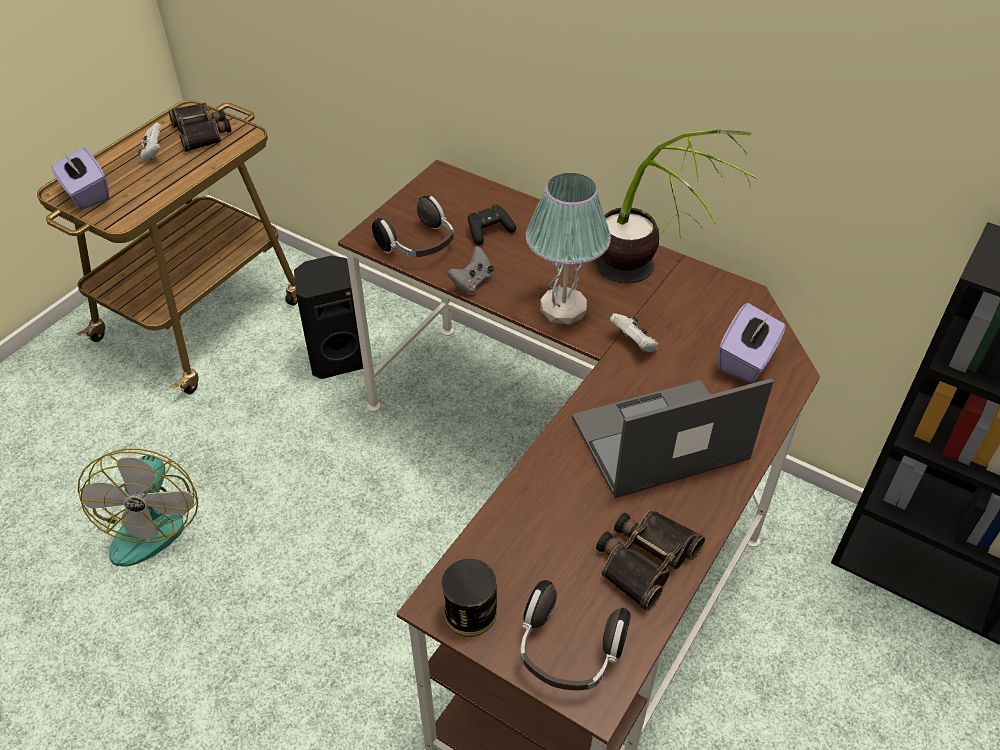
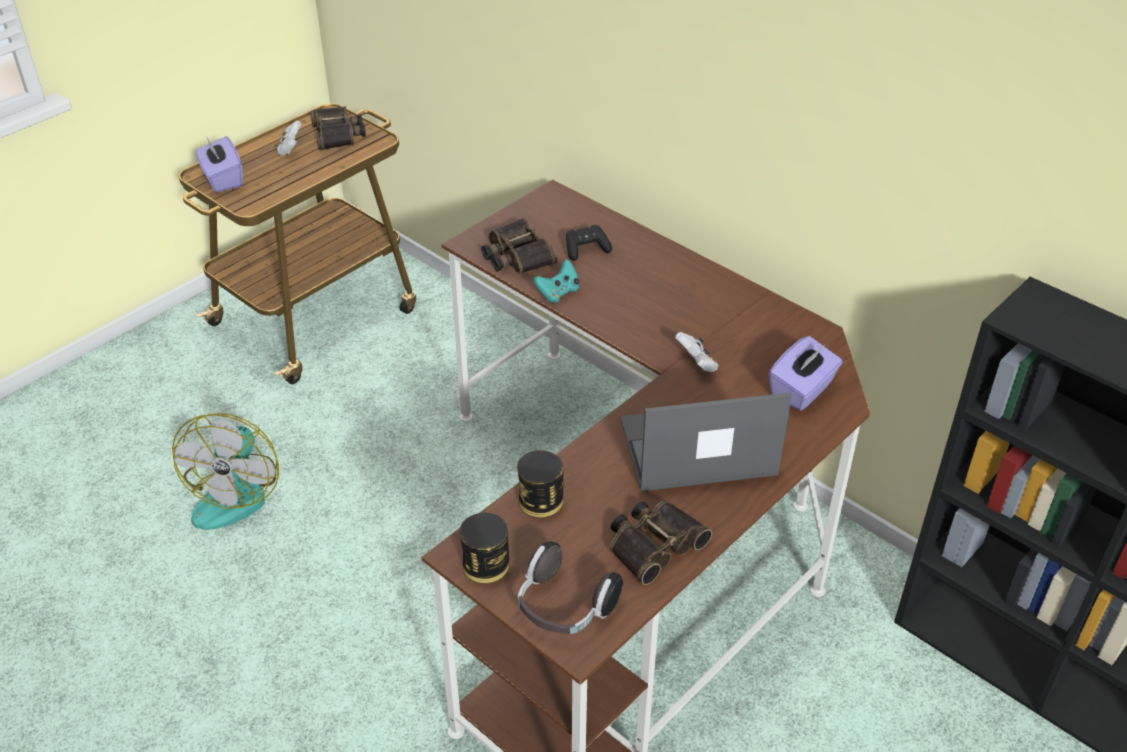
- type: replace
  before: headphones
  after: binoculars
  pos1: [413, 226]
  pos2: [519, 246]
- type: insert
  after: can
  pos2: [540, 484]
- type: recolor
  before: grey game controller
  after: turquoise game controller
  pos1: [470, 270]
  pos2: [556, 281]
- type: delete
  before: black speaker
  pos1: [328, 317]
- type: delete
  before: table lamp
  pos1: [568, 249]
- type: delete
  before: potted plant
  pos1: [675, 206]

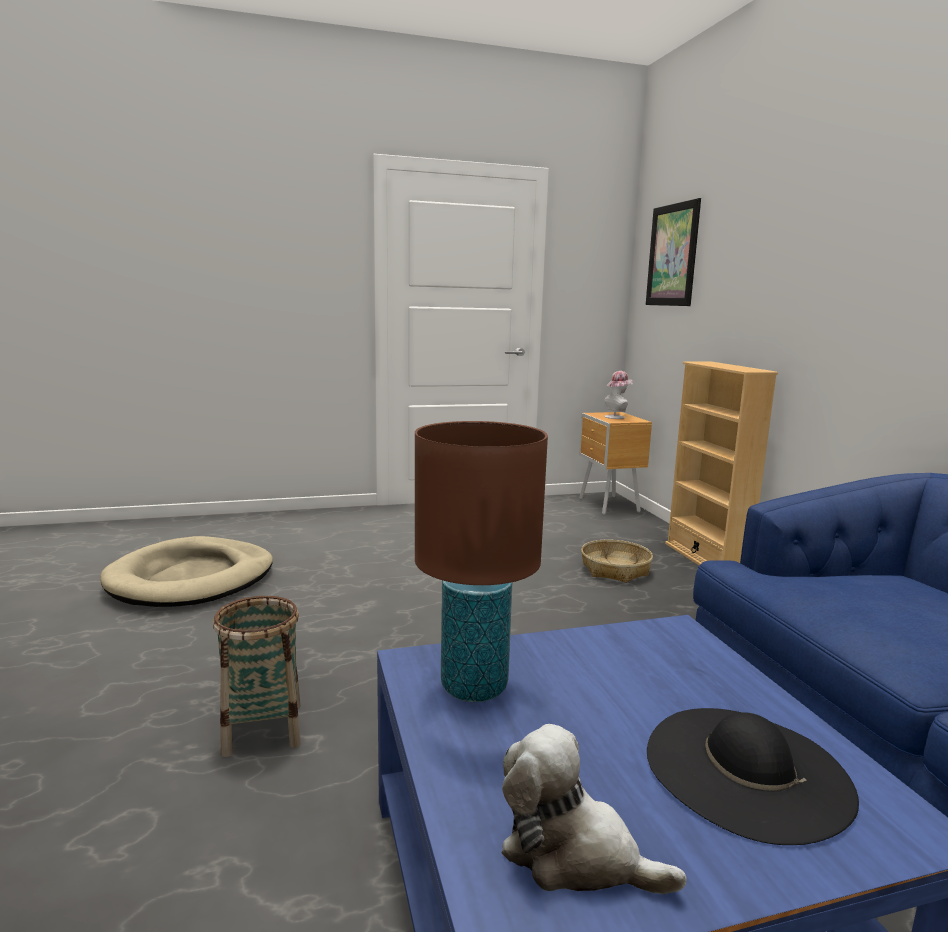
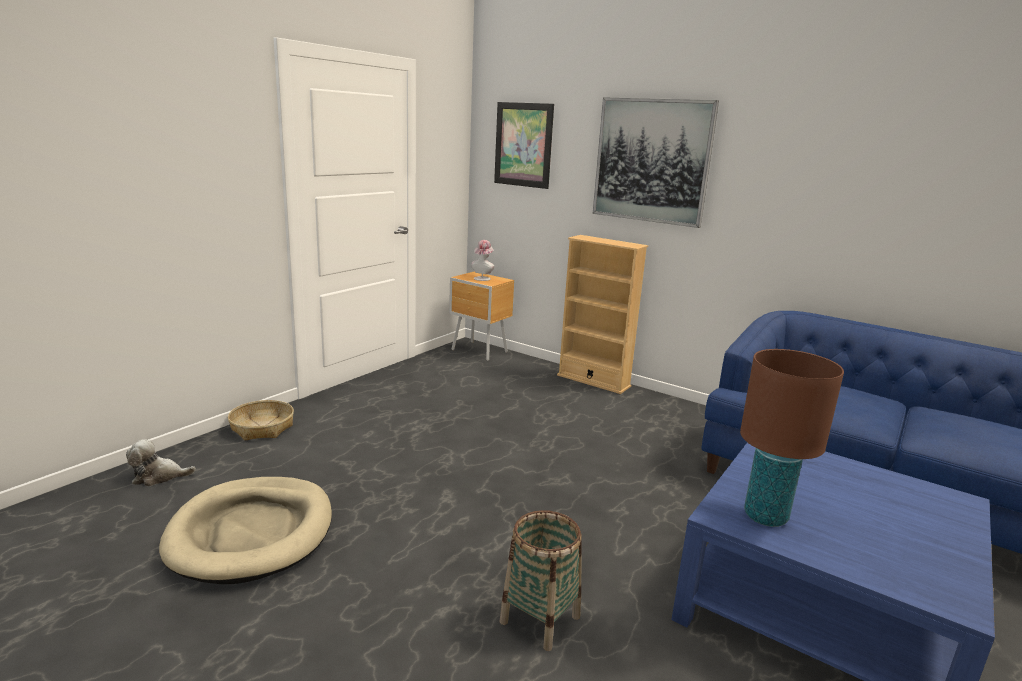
- type: move
  before: plush toy
  pos1: [594, 809]
  pos2: [161, 462]
- type: move
  before: basket
  pos1: [617, 561]
  pos2: [261, 420]
- type: insert
  after: picture
  pos2: [656, 162]
- type: delete
  before: black hat
  pos1: [753, 776]

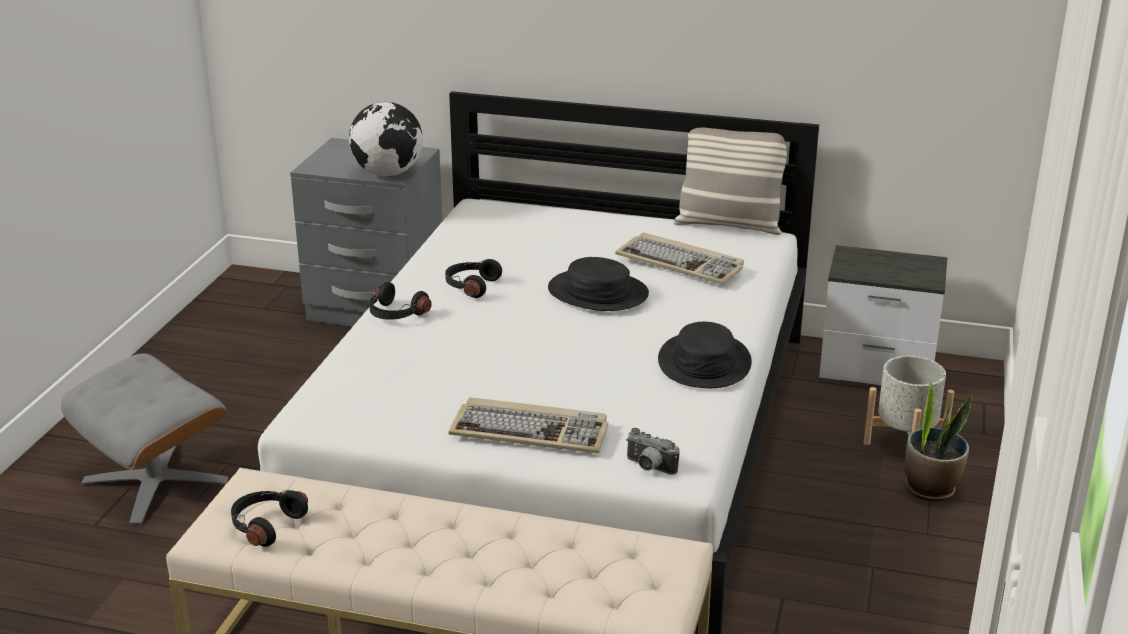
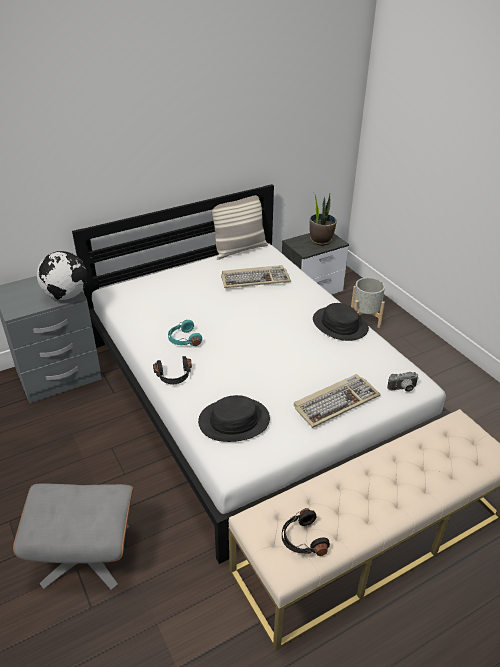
- type: recolor
  before: black headphones
  after: turquoise headphones
  pos1: [473, 278]
  pos2: [185, 333]
- type: move
  before: black hat
  pos1: [598, 284]
  pos2: [234, 418]
- type: move
  before: potted plant
  pos1: [938, 440]
  pos2: [323, 219]

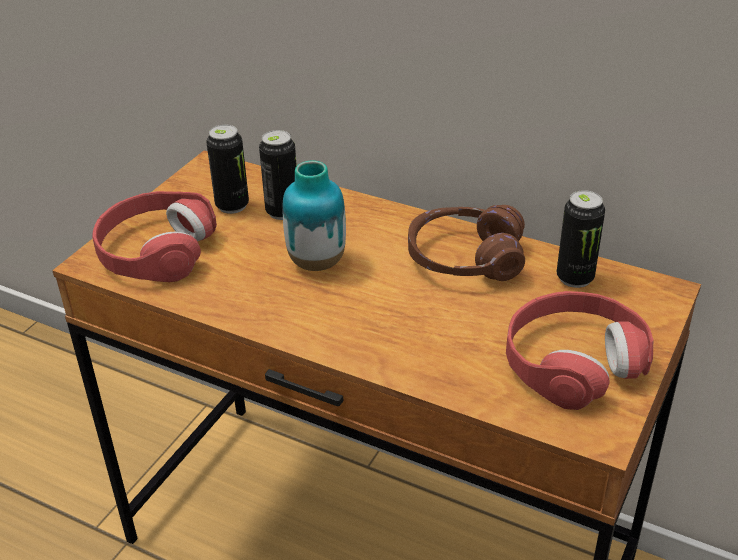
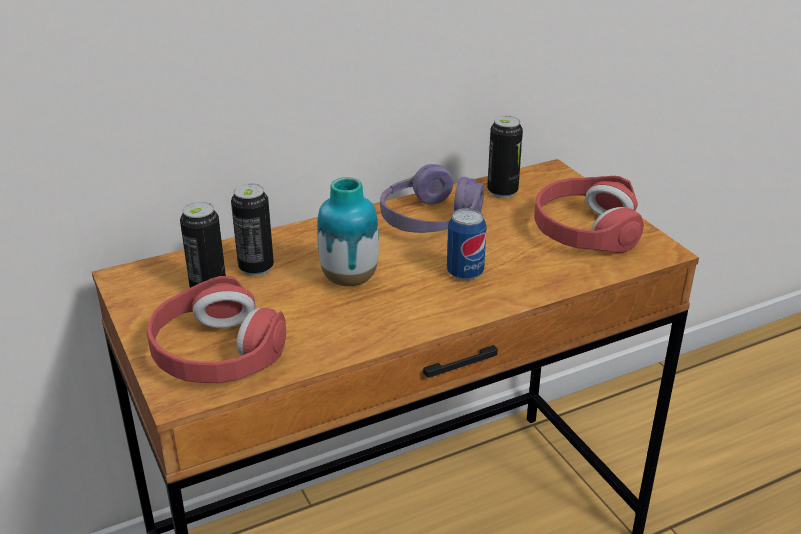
- type: recolor
  before: brown headphones
  after: purple headphones
  pos1: [466, 243]
  pos2: [432, 198]
- type: insert
  after: can
  pos2: [467, 244]

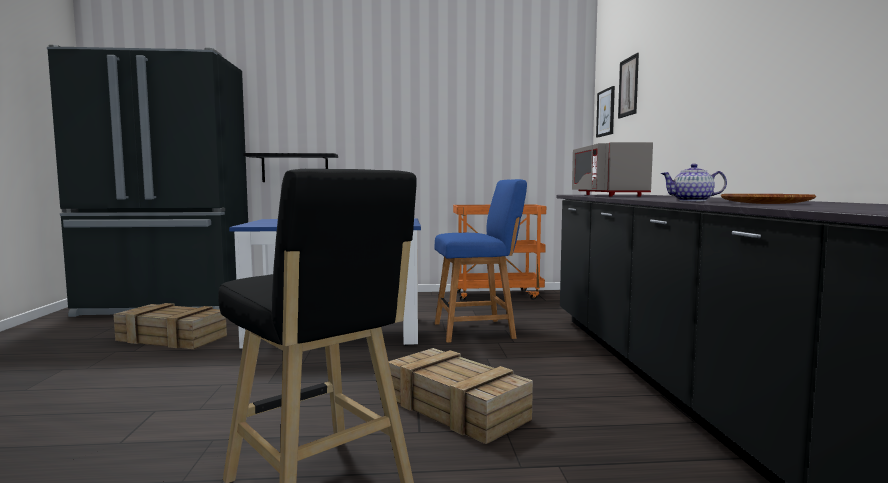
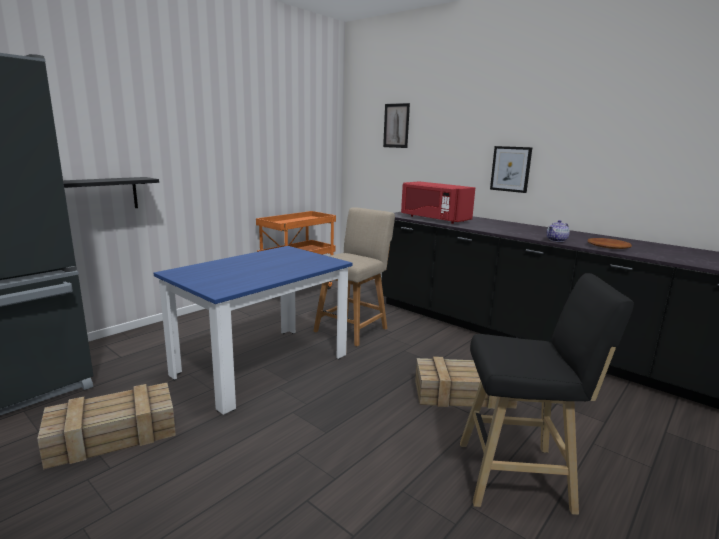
- type: recolor
  before: blue chair
  after: beige chair
  pos1: [480, 261]
  pos2: [354, 276]
- type: recolor
  before: grey microwave
  after: red microwave
  pos1: [612, 169]
  pos2: [438, 202]
- type: move
  before: picture
  pos1: [605, 112]
  pos2: [511, 169]

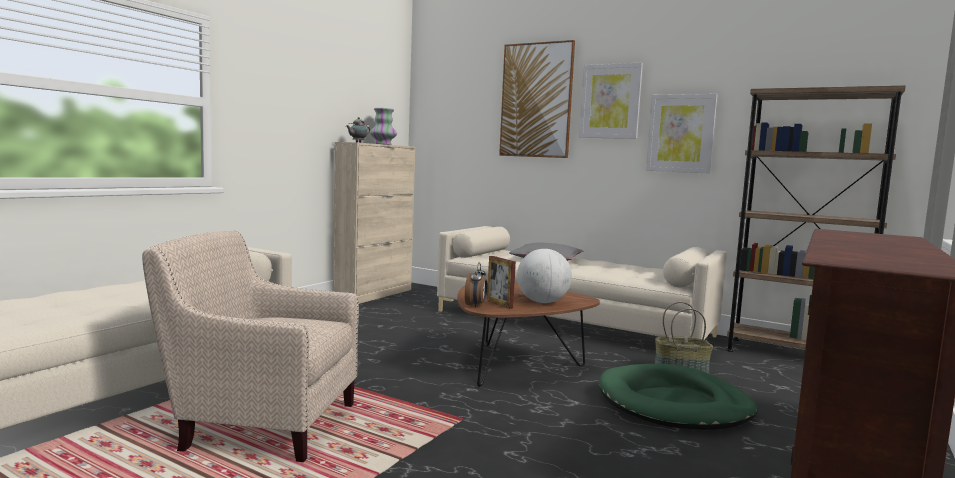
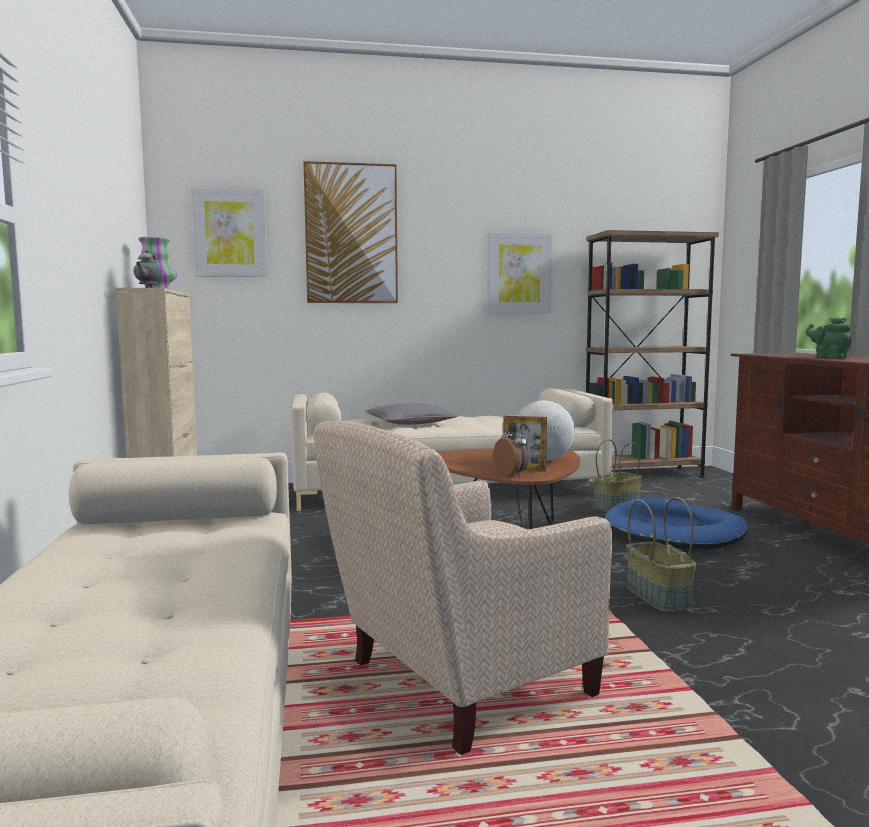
- type: move
  before: picture
  pos1: [611, 101]
  pos2: [229, 232]
- type: recolor
  before: green dog bed
  after: blue dog bed
  pos1: [678, 397]
  pos2: [676, 523]
- type: insert
  after: basket
  pos2: [661, 554]
- type: insert
  after: green teapot
  pos2: [829, 337]

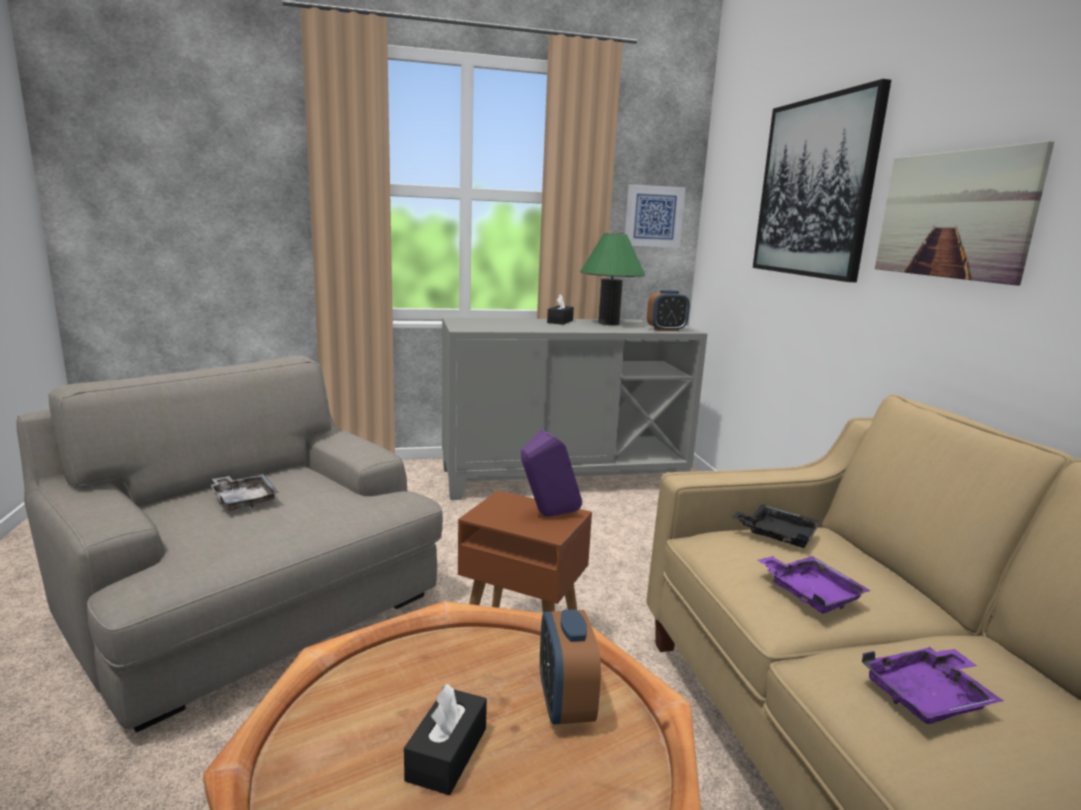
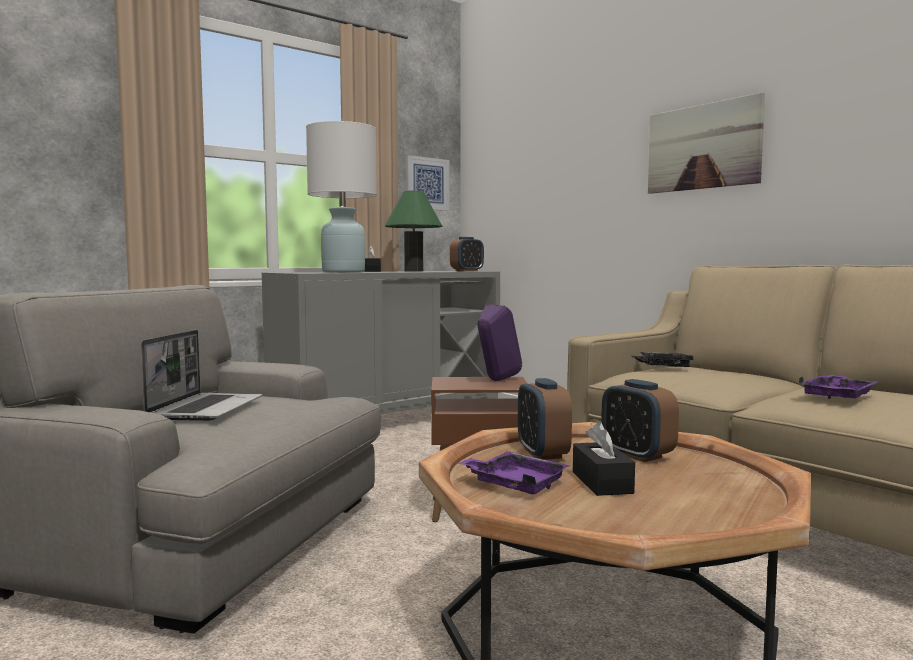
- type: replace
  before: grey tray
  after: laptop
  pos1: [245, 492]
  pos2: [201, 375]
- type: insert
  after: white table lamp
  pos2: [341, 197]
- type: move
  before: purple tray
  pos1: [814, 585]
  pos2: [514, 472]
- type: insert
  after: alarm clock
  pos2: [545, 419]
- type: delete
  before: picture
  pos1: [822, 180]

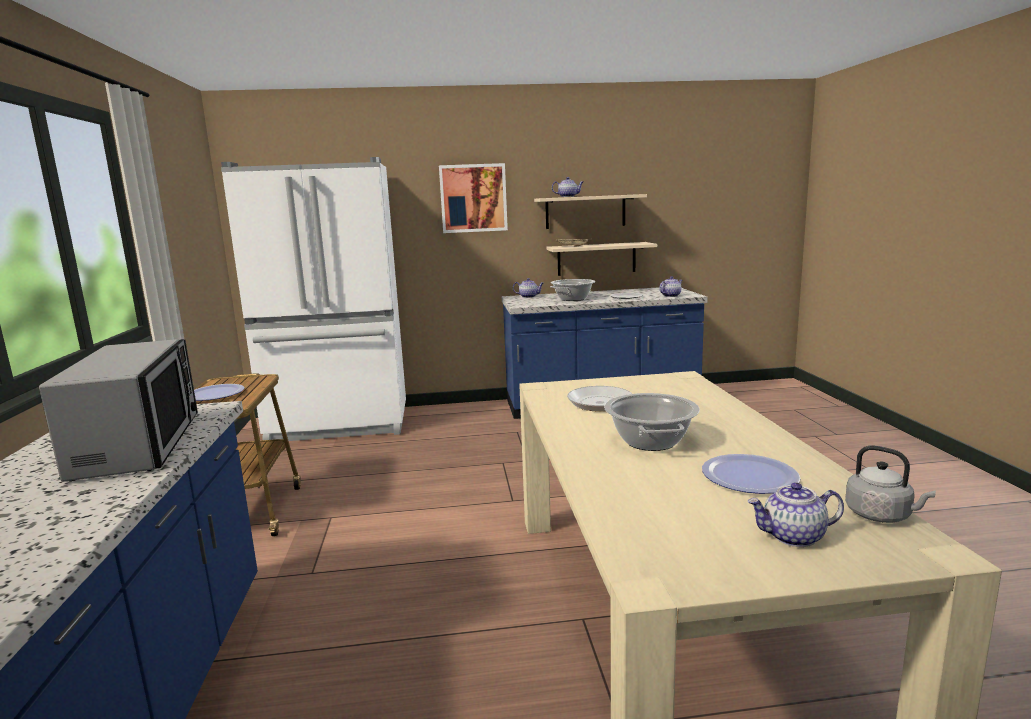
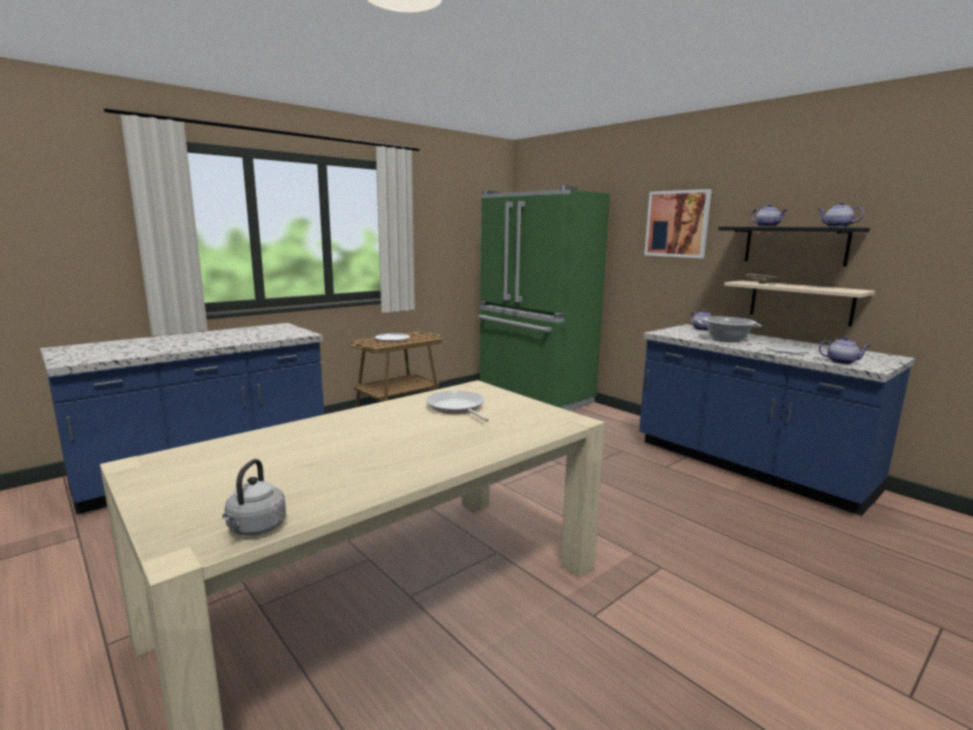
- type: recolor
  before: white fridge
  after: green fridge
  pos1: [313, 299]
  pos2: [544, 298]
- type: recolor
  before: beige shelf
  after: black shelf
  pos1: [590, 211]
  pos2: [794, 246]
- type: move
  before: teapot
  pos1: [796, 514]
  pos2: [841, 214]
- type: delete
  before: microwave
  pos1: [118, 410]
- type: delete
  before: cooking pot
  pos1: [652, 422]
- type: delete
  before: plate
  pos1: [751, 474]

